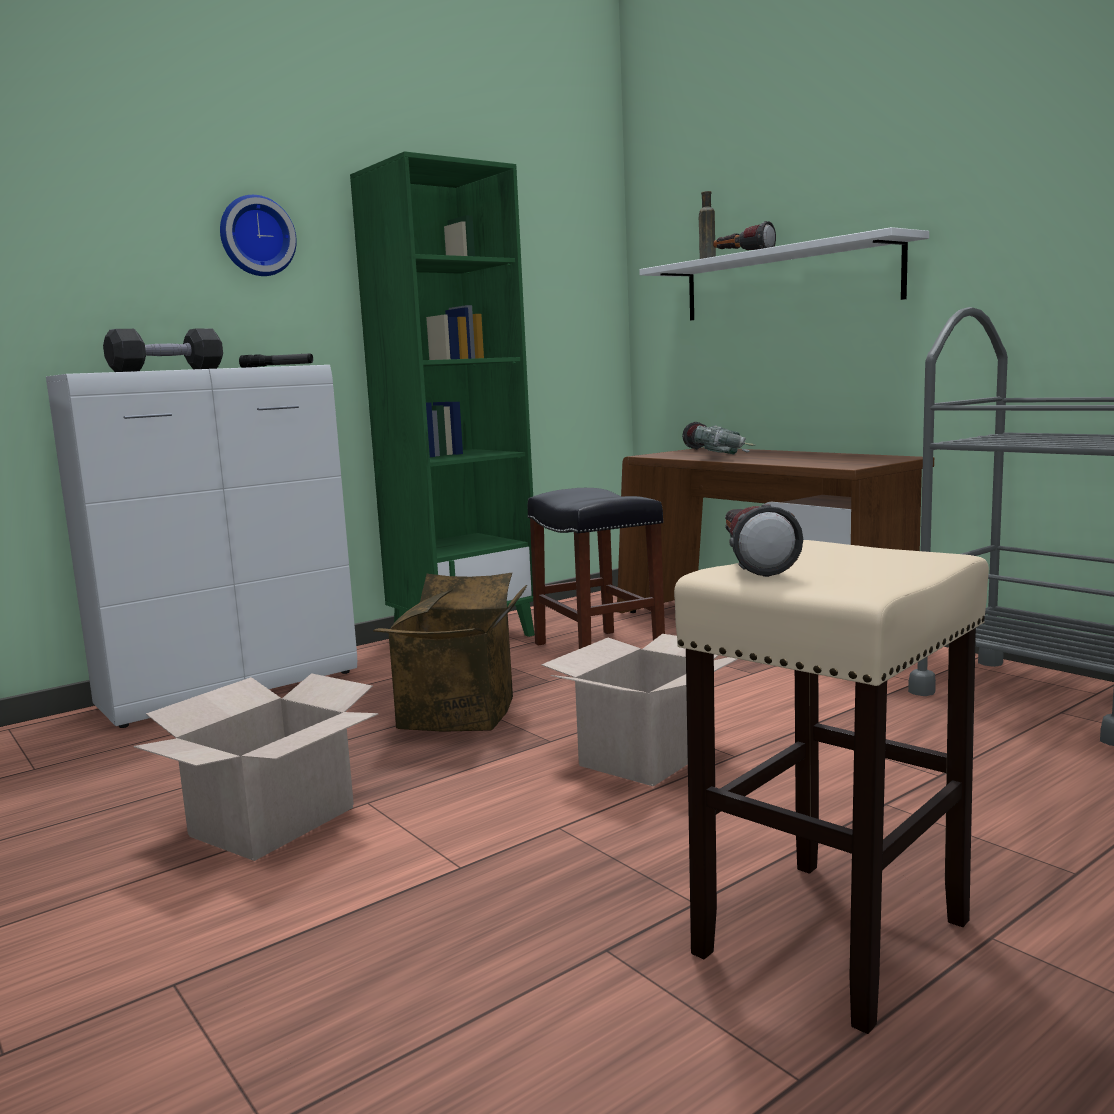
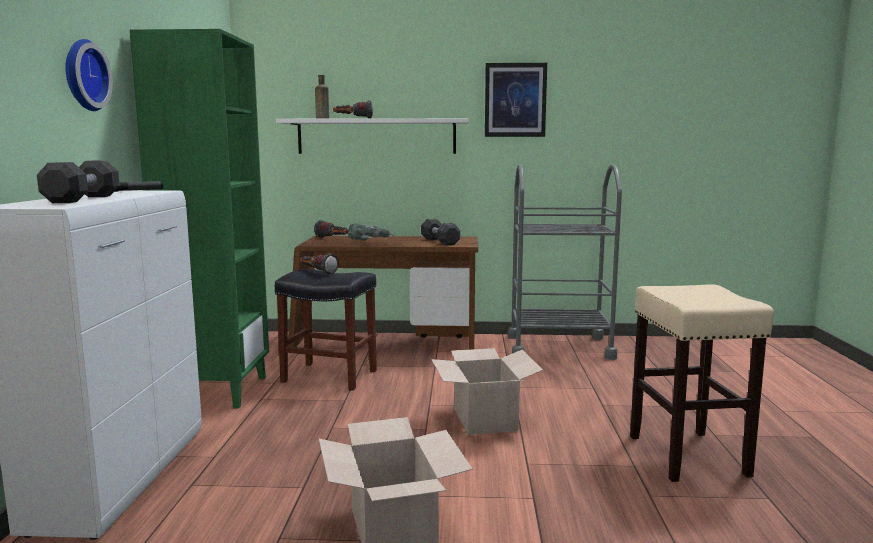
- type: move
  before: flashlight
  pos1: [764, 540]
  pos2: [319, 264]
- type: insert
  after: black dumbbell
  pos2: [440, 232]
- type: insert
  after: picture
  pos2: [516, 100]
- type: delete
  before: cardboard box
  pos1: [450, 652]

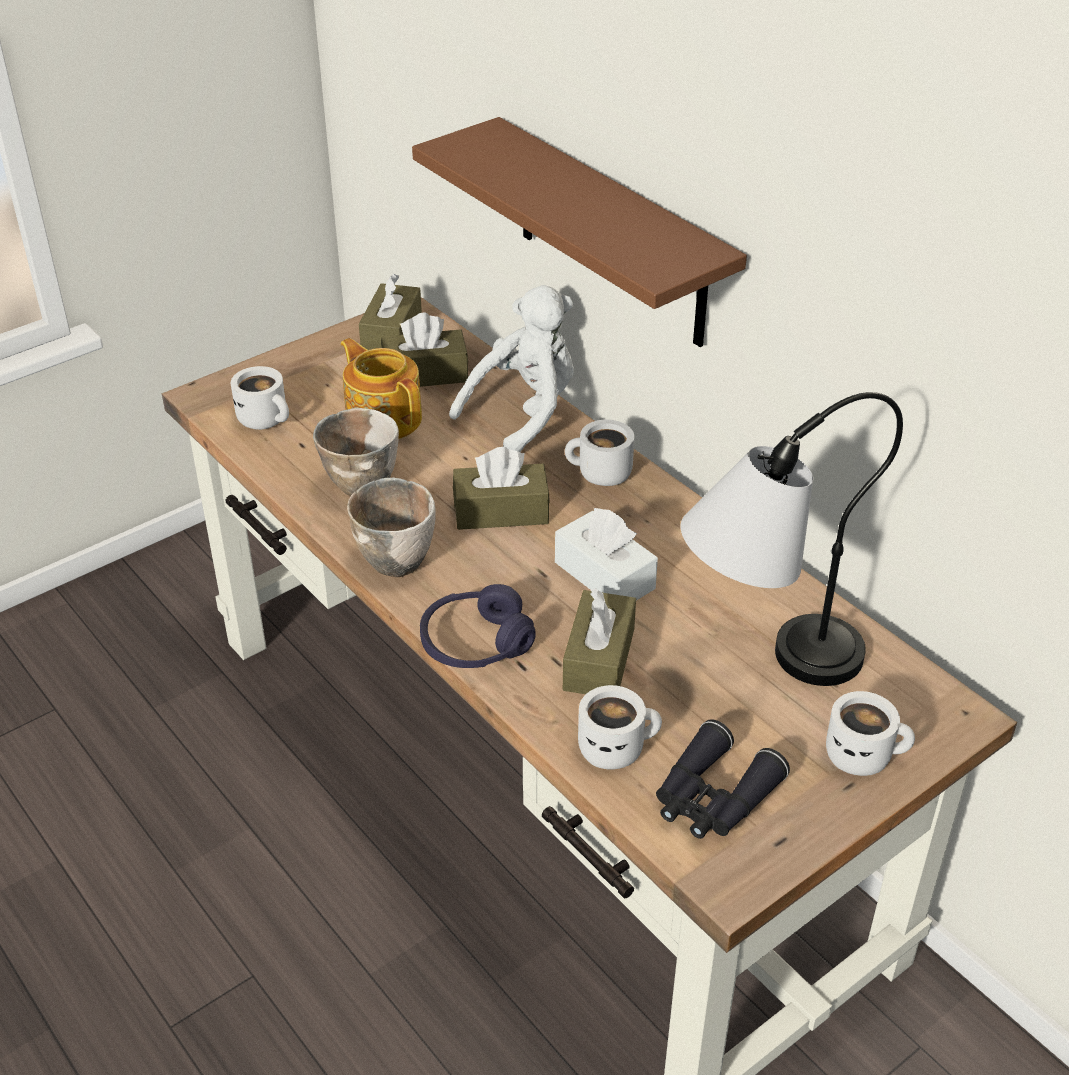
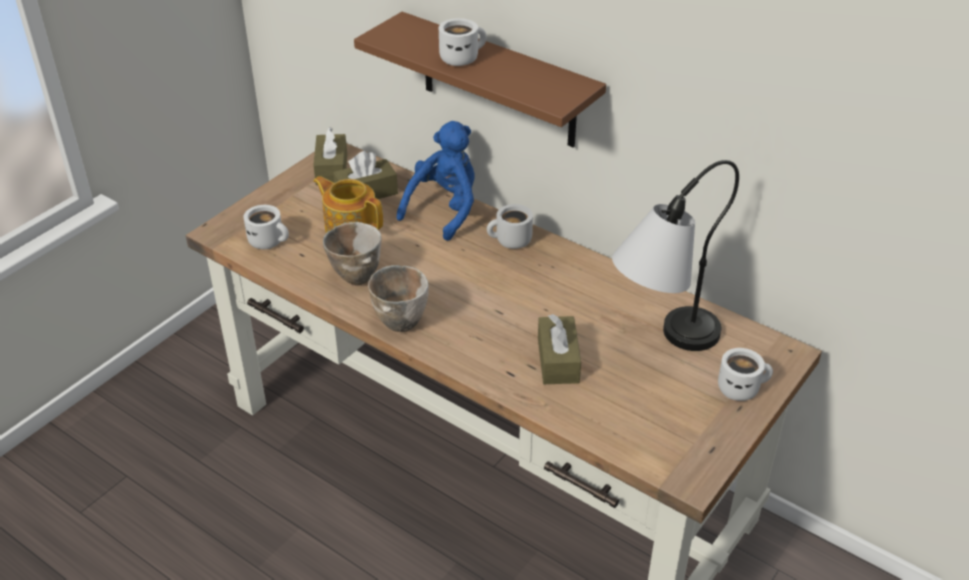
- type: recolor
  before: white plush toy
  after: blue plush toy
  pos1: [511, 368]
  pos2: [436, 181]
- type: move
  before: white mug
  pos1: [620, 727]
  pos2: [463, 42]
- type: delete
  before: purple headphones
  pos1: [478, 626]
- type: delete
  before: brown tissue box
  pos1: [501, 488]
- type: delete
  before: white tissue box
  pos1: [606, 554]
- type: delete
  before: black binoculars
  pos1: [723, 779]

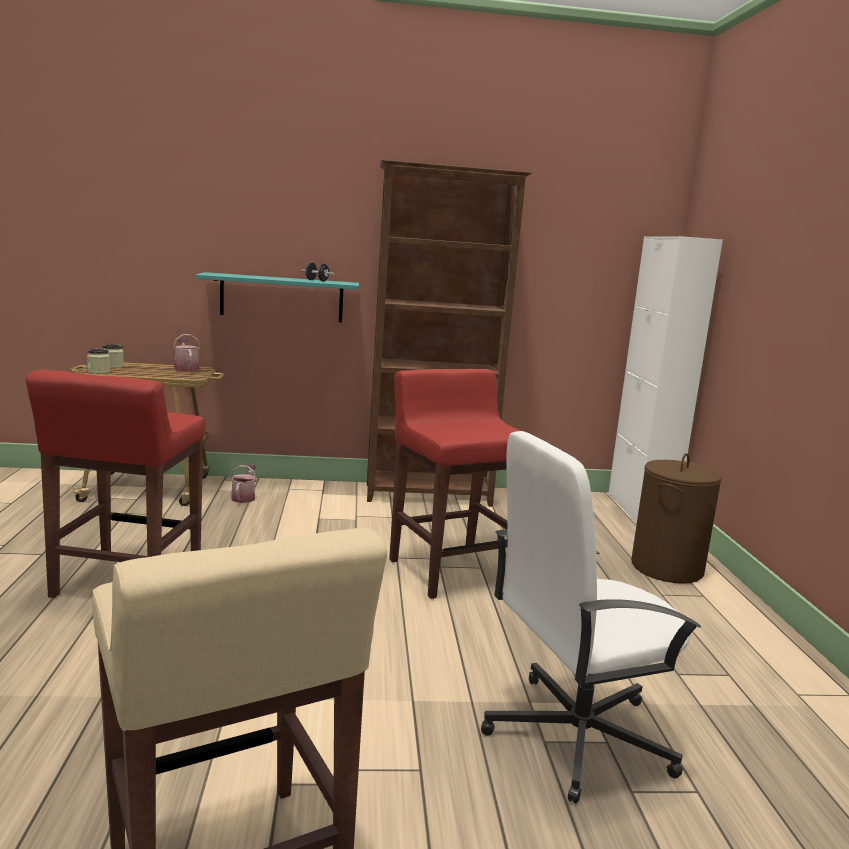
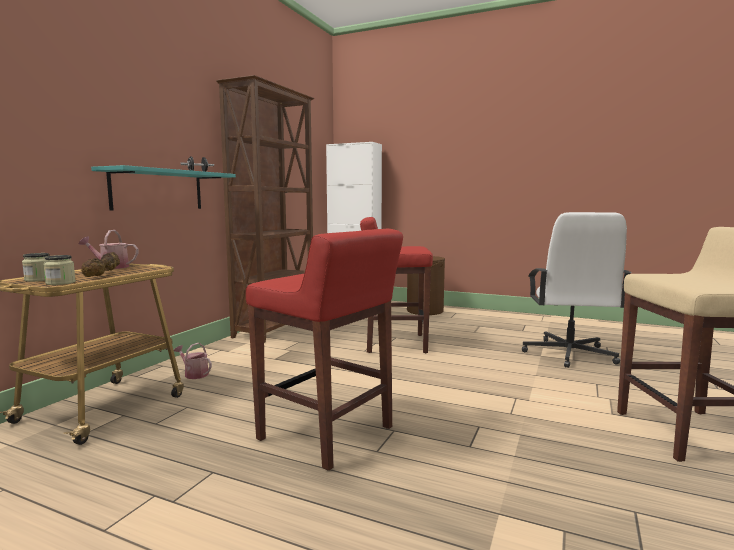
- type: insert
  after: brown dumbbell
  pos2: [100, 264]

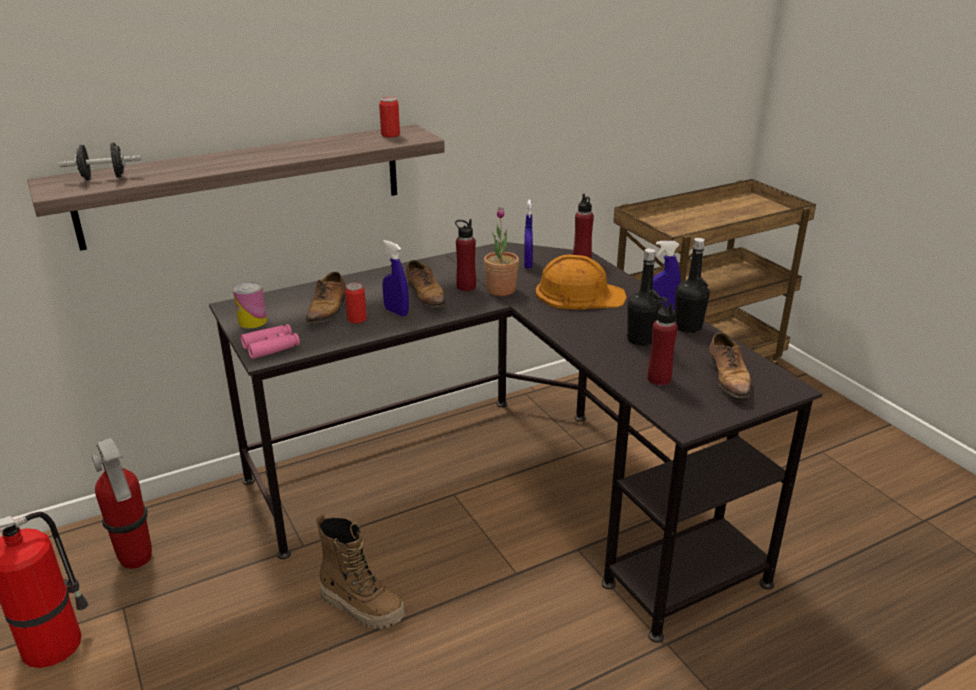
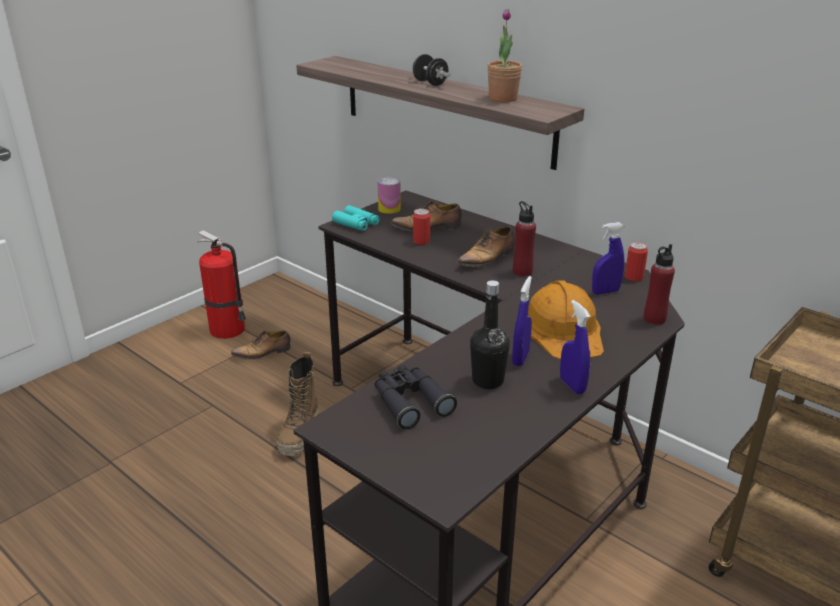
- type: move
  before: shoe
  pos1: [730, 365]
  pos2: [260, 344]
- type: recolor
  before: pink binoculars
  after: turquoise binoculars
  pos1: [270, 341]
  pos2: [355, 218]
- type: replace
  before: red bottle
  after: black binoculars
  pos1: [663, 341]
  pos2: [415, 397]
- type: move
  before: black dumbbell
  pos1: [100, 161]
  pos2: [431, 70]
- type: move
  before: potted plant
  pos1: [501, 251]
  pos2: [504, 55]
- type: move
  before: blue spray bottle
  pos1: [395, 278]
  pos2: [522, 321]
- type: move
  before: can
  pos1: [389, 117]
  pos2: [636, 261]
- type: delete
  before: fire extinguisher
  pos1: [122, 503]
- type: delete
  before: black bottle
  pos1: [692, 285]

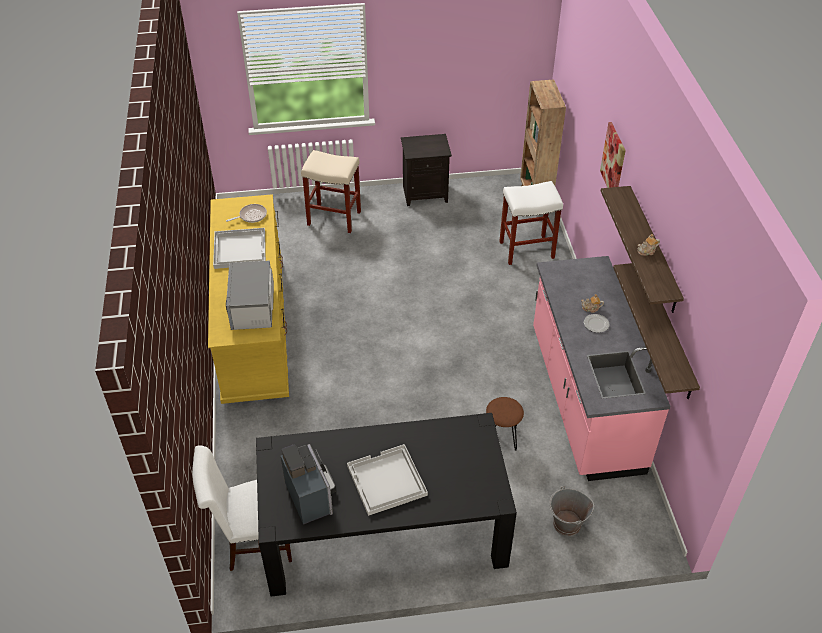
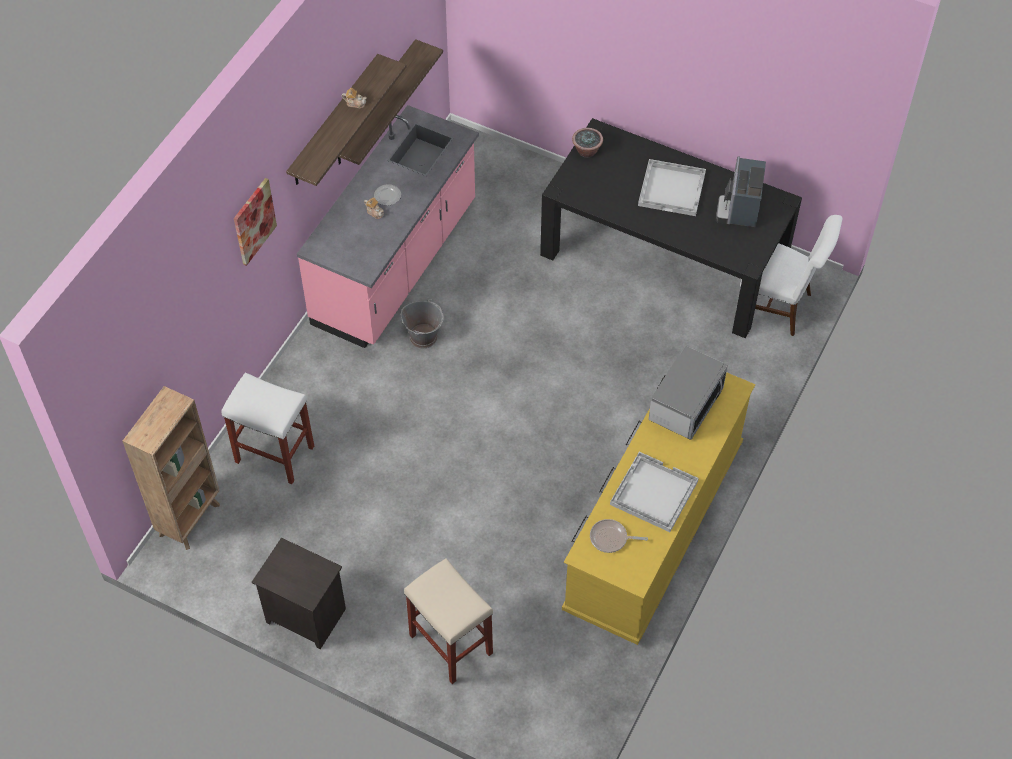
- type: move
  before: grey bucket
  pos1: [571, 511]
  pos2: [422, 323]
- type: insert
  after: potted plant
  pos2: [587, 143]
- type: delete
  before: brown stool
  pos1: [505, 424]

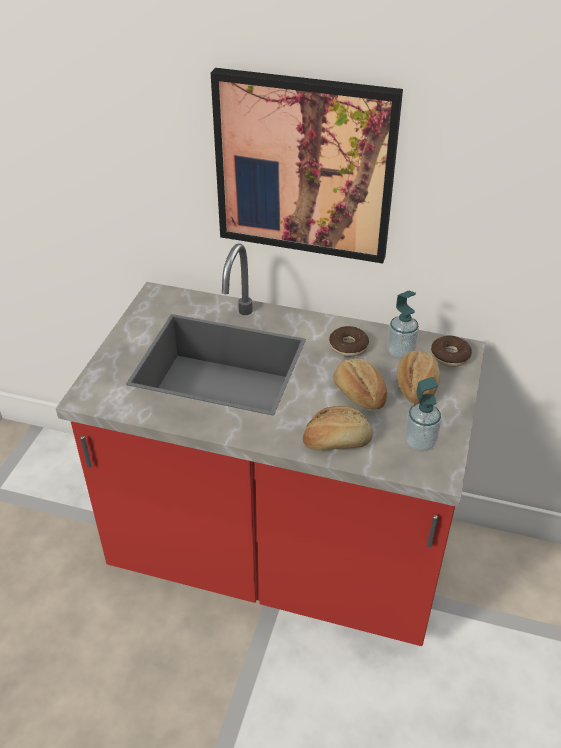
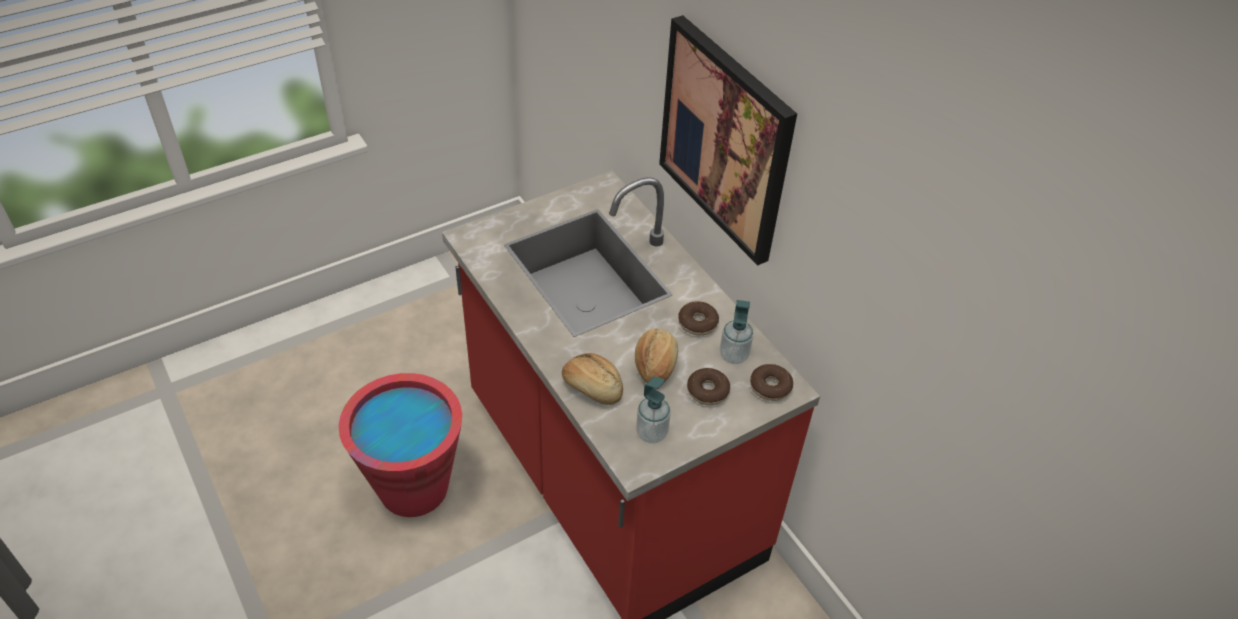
- type: insert
  after: red bucket
  pos2: [400, 445]
- type: replace
  before: bread
  after: donut
  pos1: [418, 377]
  pos2: [708, 386]

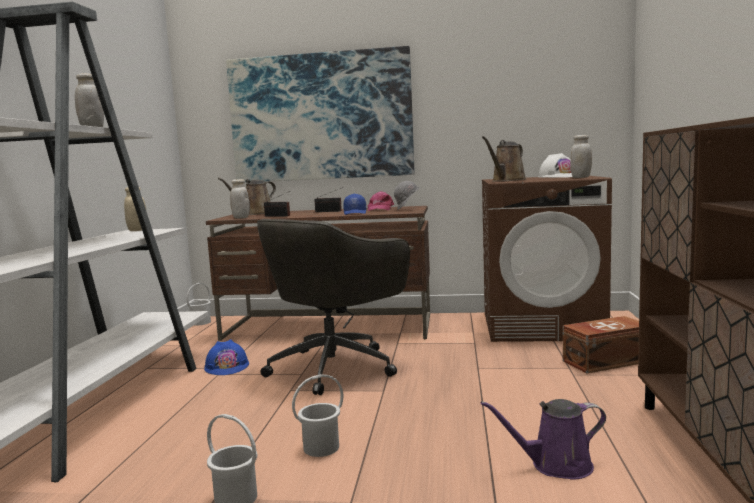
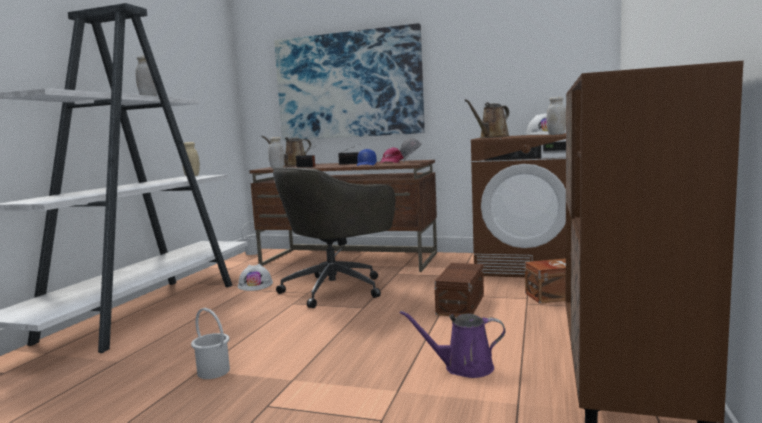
- type: recolor
  before: blue hard hat
  after: white hard hat
  pos1: [226, 357]
  pos2: [255, 277]
- type: insert
  after: brown storage box
  pos2: [459, 290]
- type: delete
  before: white bucket
  pos1: [317, 415]

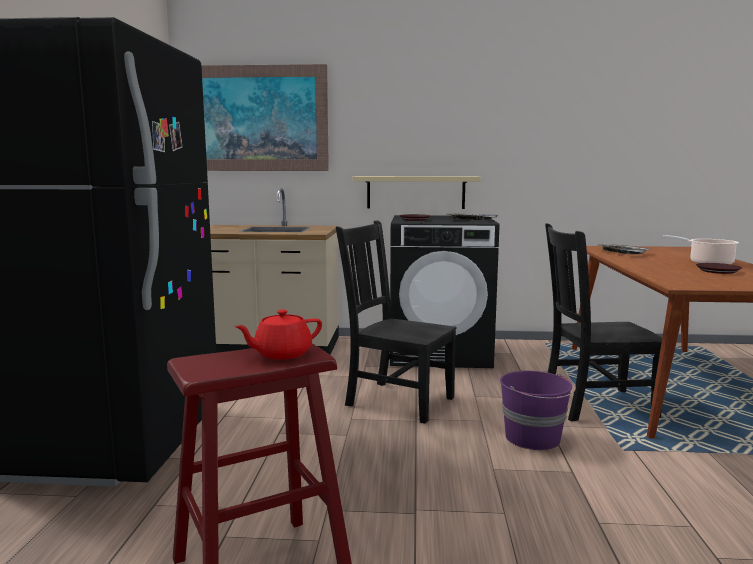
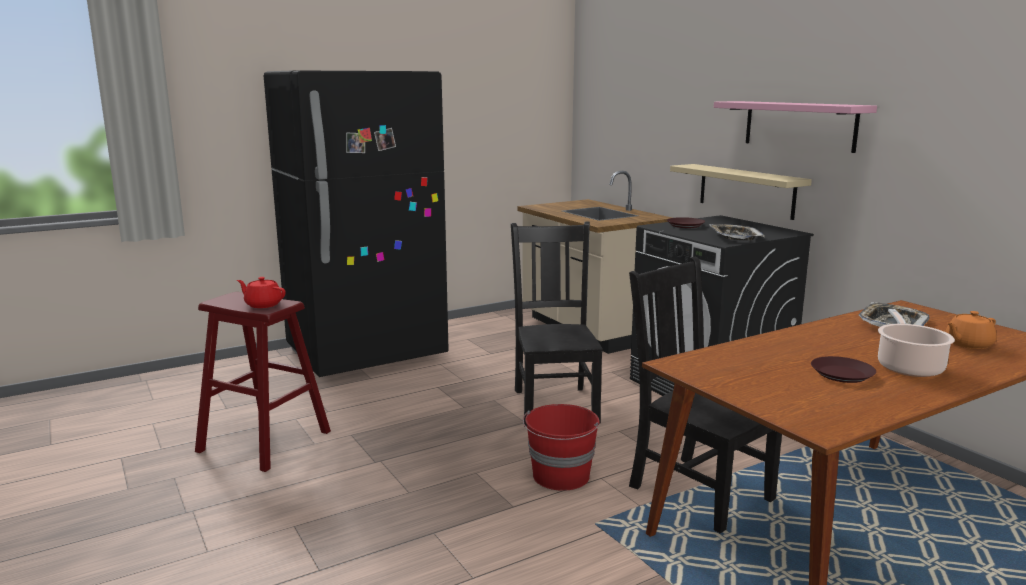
- type: recolor
  before: purple bucket
  after: red bucket
  pos1: [538, 410]
  pos2: [561, 447]
- type: insert
  after: pink shelf
  pos2: [795, 127]
- type: insert
  after: orange teapot
  pos2: [971, 330]
- type: delete
  before: picture
  pos1: [265, 117]

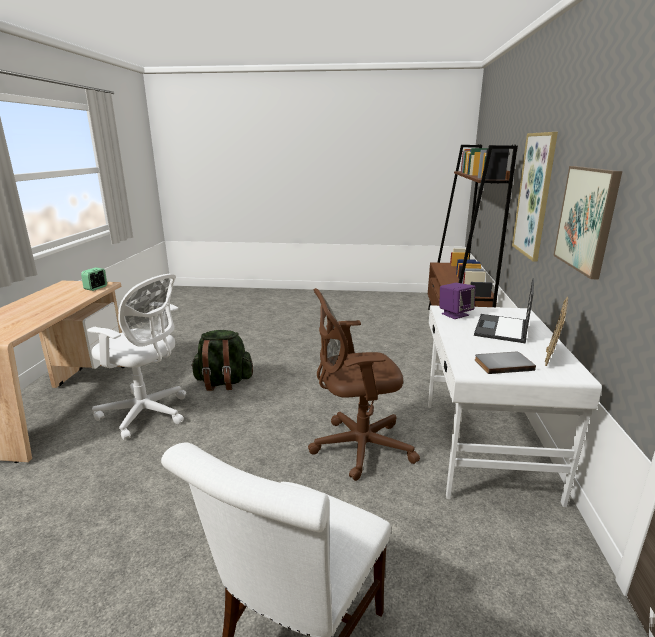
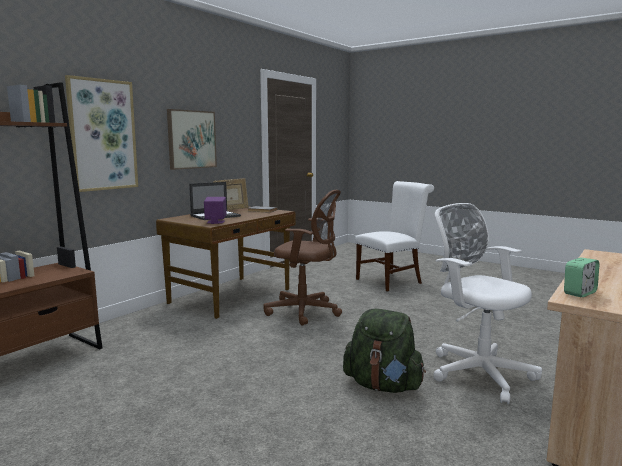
- type: recolor
  before: white desk
  after: brown desk
  pos1: [515, 406]
  pos2: [226, 263]

